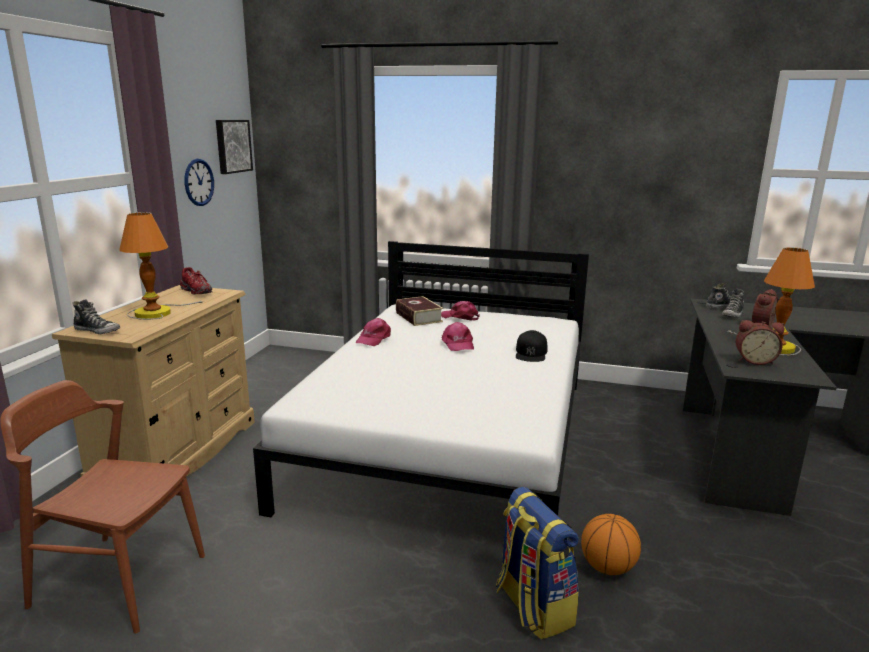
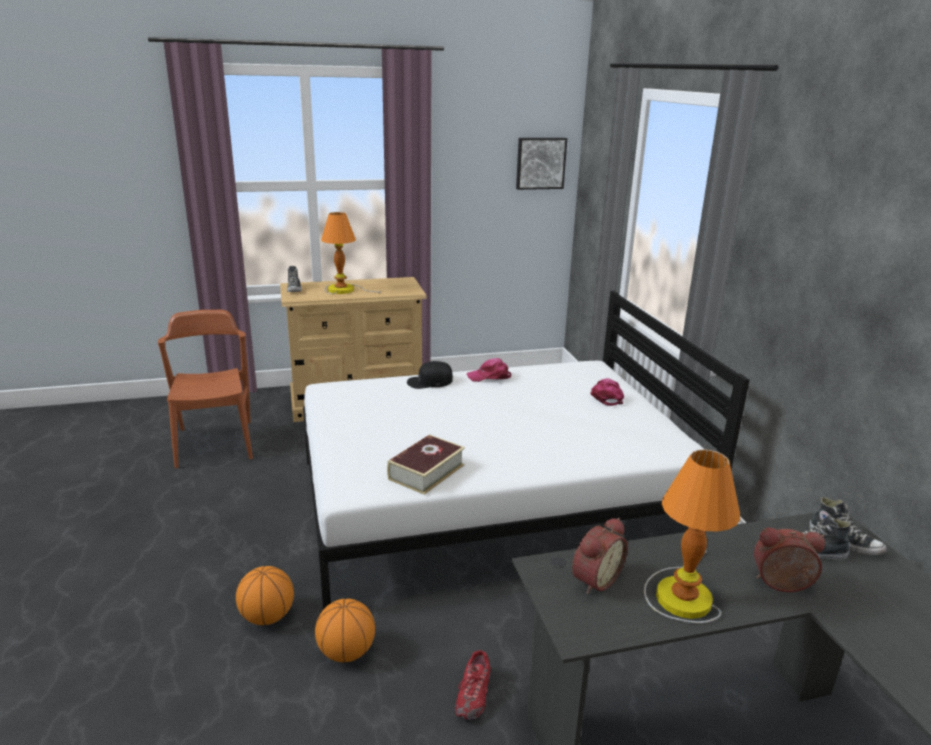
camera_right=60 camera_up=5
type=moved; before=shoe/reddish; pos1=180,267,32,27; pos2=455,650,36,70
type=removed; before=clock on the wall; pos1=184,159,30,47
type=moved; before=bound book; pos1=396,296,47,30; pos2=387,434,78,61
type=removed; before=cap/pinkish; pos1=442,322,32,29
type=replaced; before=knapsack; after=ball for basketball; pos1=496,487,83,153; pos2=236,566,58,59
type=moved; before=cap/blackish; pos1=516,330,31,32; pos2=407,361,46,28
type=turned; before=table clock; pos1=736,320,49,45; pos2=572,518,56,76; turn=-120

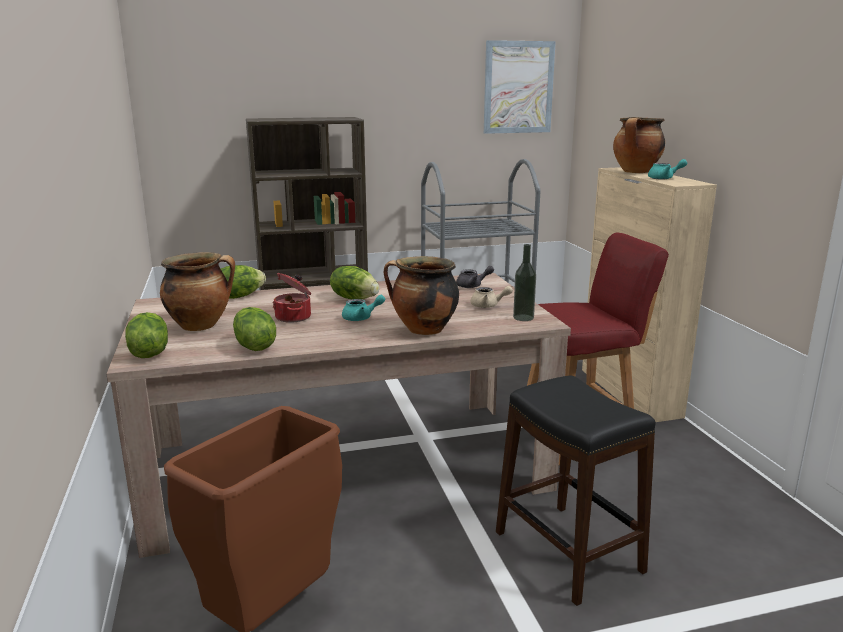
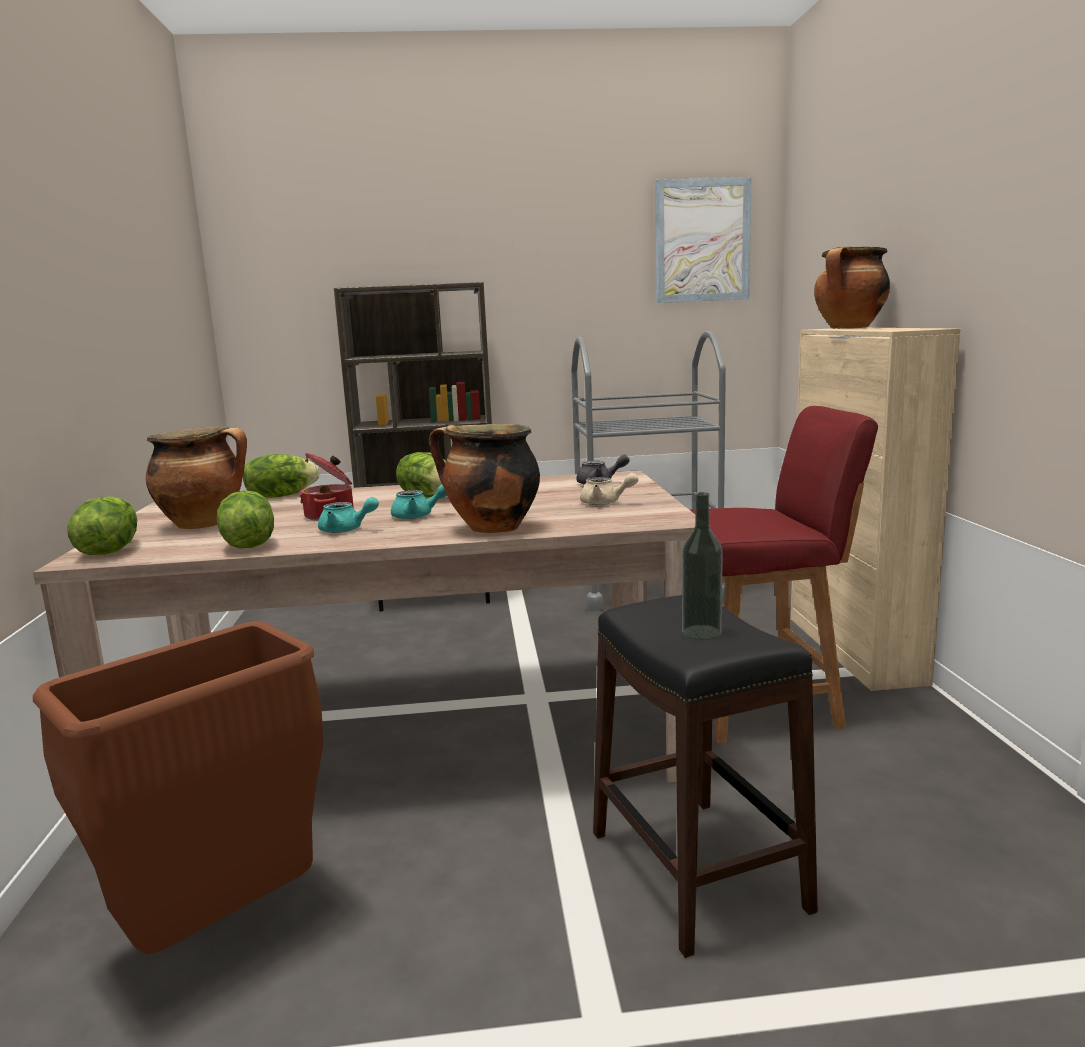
camera_right=10 camera_up=-5
type=moved; before=drink bottle; pos1=513,244,23,77; pos2=682,492,41,148
type=moved; before=teapot/blue-green; pos1=648,159,39,20; pos2=318,497,61,36

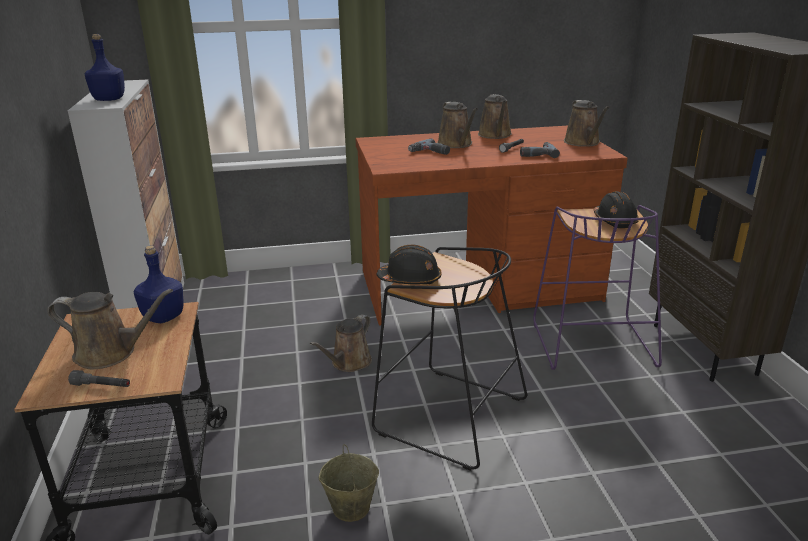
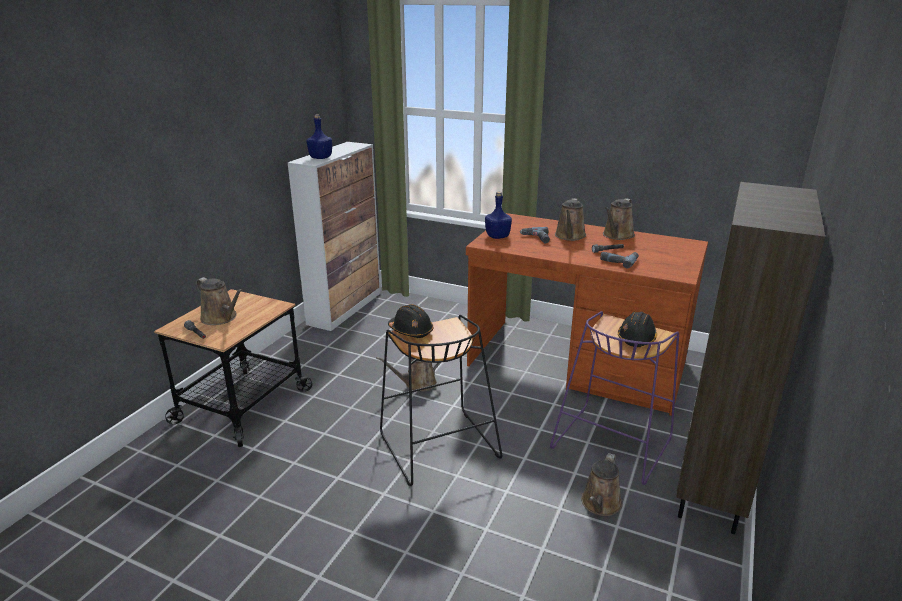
camera_right=35 camera_up=0
type=moved; before=drink bottle/blue; pos1=134,246,50,77; pos2=485,192,27,47
type=removed; before=bucket/beige; pos1=319,444,60,78
type=moved; before=watering pot/brown-coloured; pos1=564,100,45,47; pos2=581,453,42,63

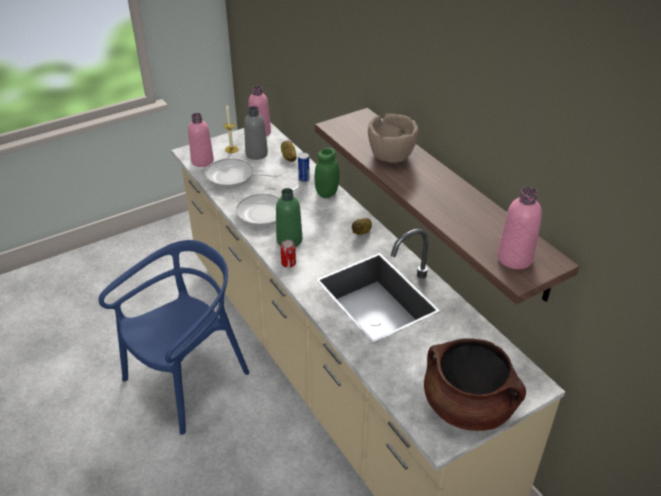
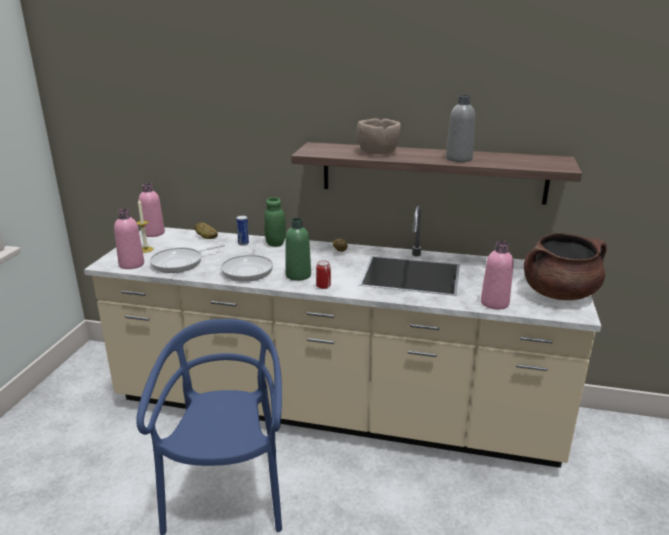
camera_right=-45 camera_up=-15
type=moved; before=drink bottle/grey; pos1=244,106,24,54; pos2=446,95,29,67
type=moved; before=drink bottle/pinkish; pos1=497,187,45,82; pos2=481,241,33,68

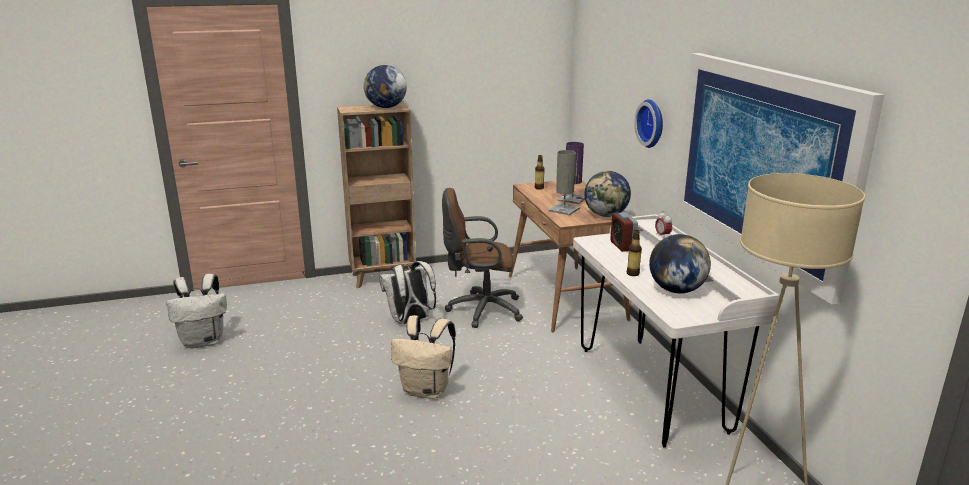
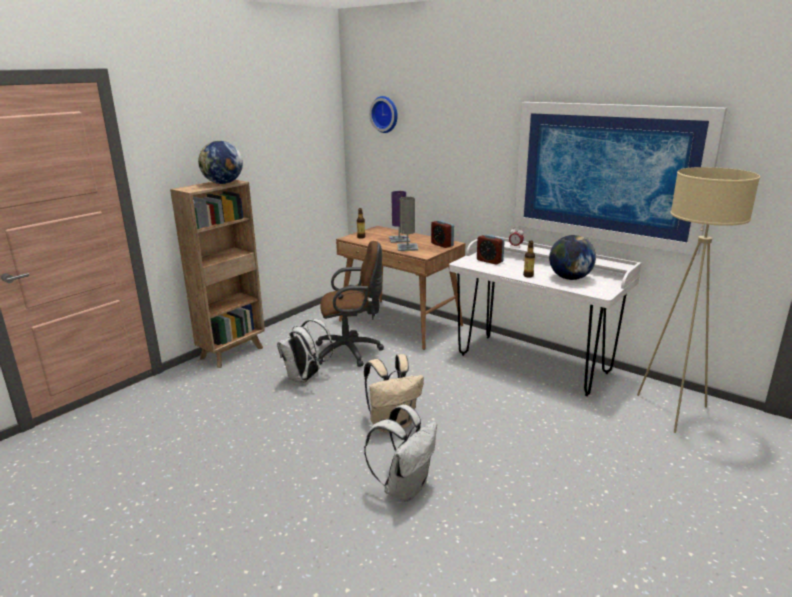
camera_right=-35 camera_up=0
type=moved; before=knapsack/white; pos1=166,274,61,74; pos2=364,404,73,98
type=turned; before=desk chair/brown-coloured; pos1=442,188,81,140; pos2=315,241,69,126; turn=-150
type=replaced; before=desk globe; after=table clock; pos1=584,171,47,46; pos2=431,220,23,28
type=moved; before=clock on the wall; pos1=634,99,29,49; pos2=369,96,29,37

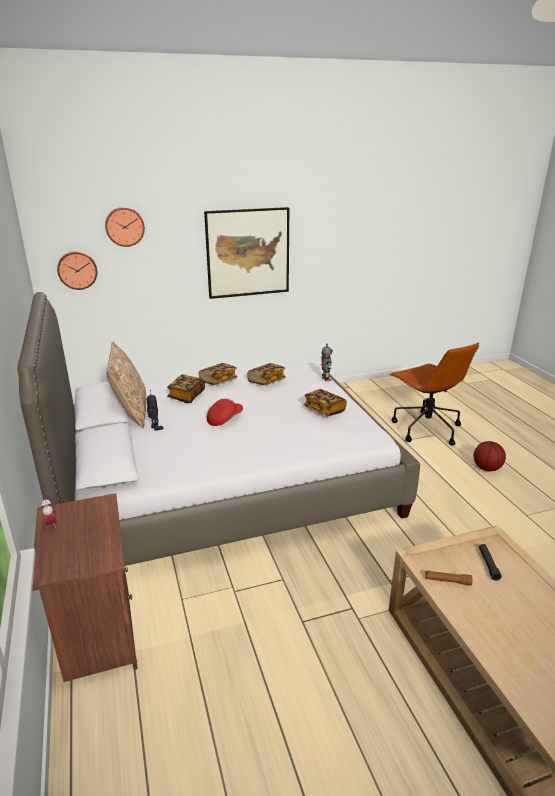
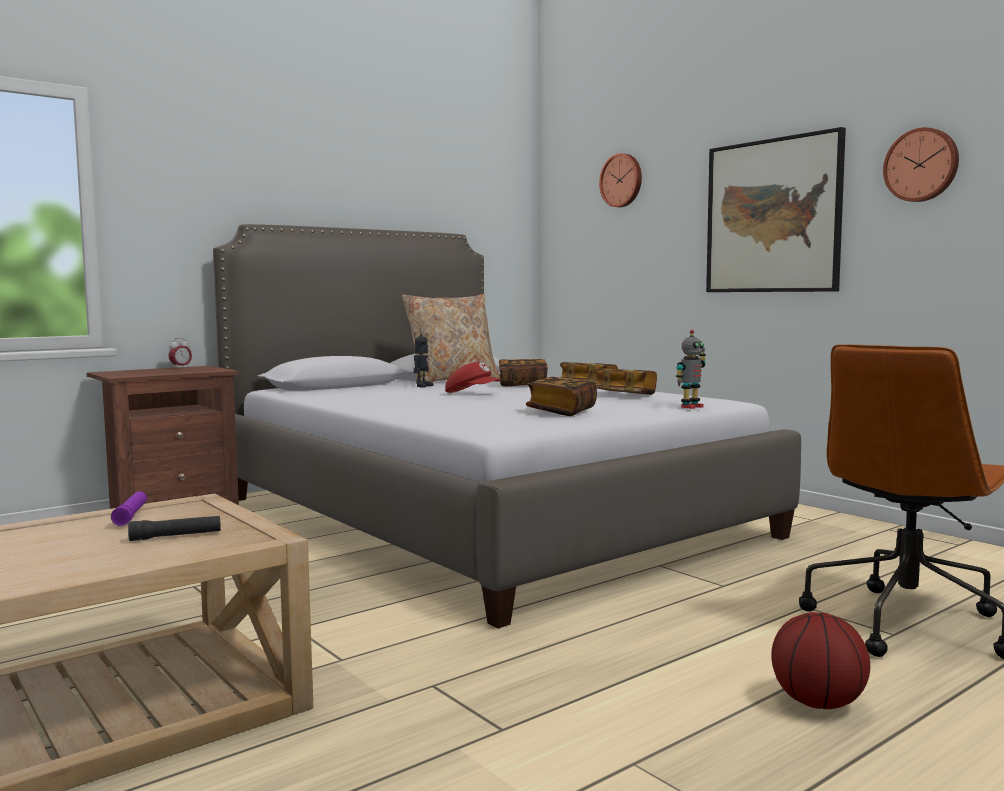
camera_right=70 camera_up=-20
type=moved; before=clock on the wall; pos1=57,251,40,39; pos2=883,127,76,75
type=recoloured; before=hand torch/brown-coloured; after=hand torch/purplish; pos1=425,571,47,15; pos2=111,491,36,35

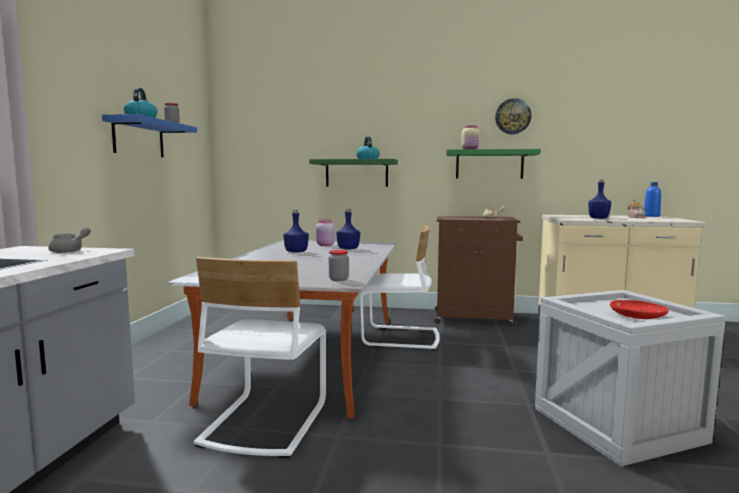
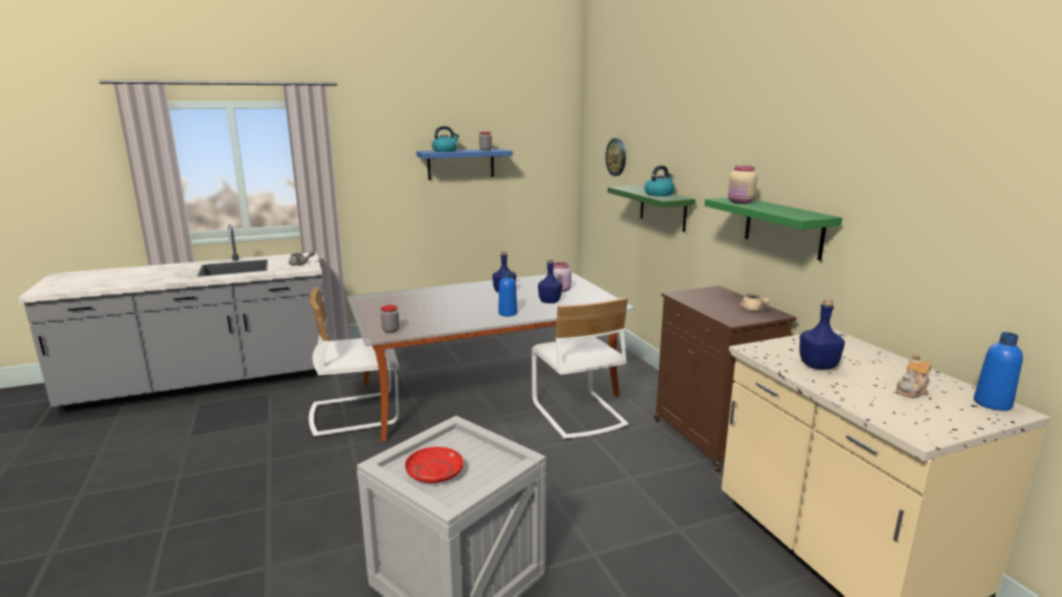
camera_right=60 camera_up=10
type=moved; before=clock on the wall; pos1=495,98,37,36; pos2=605,138,21,38
type=added; after=drink bottle/blue; pos2=498,271,19,45

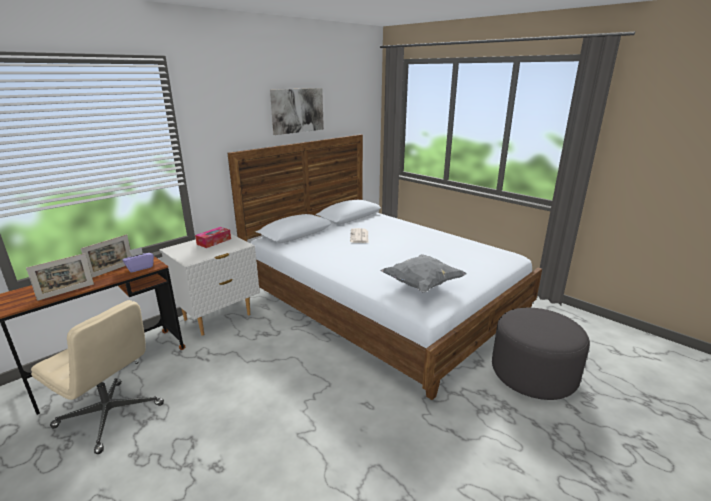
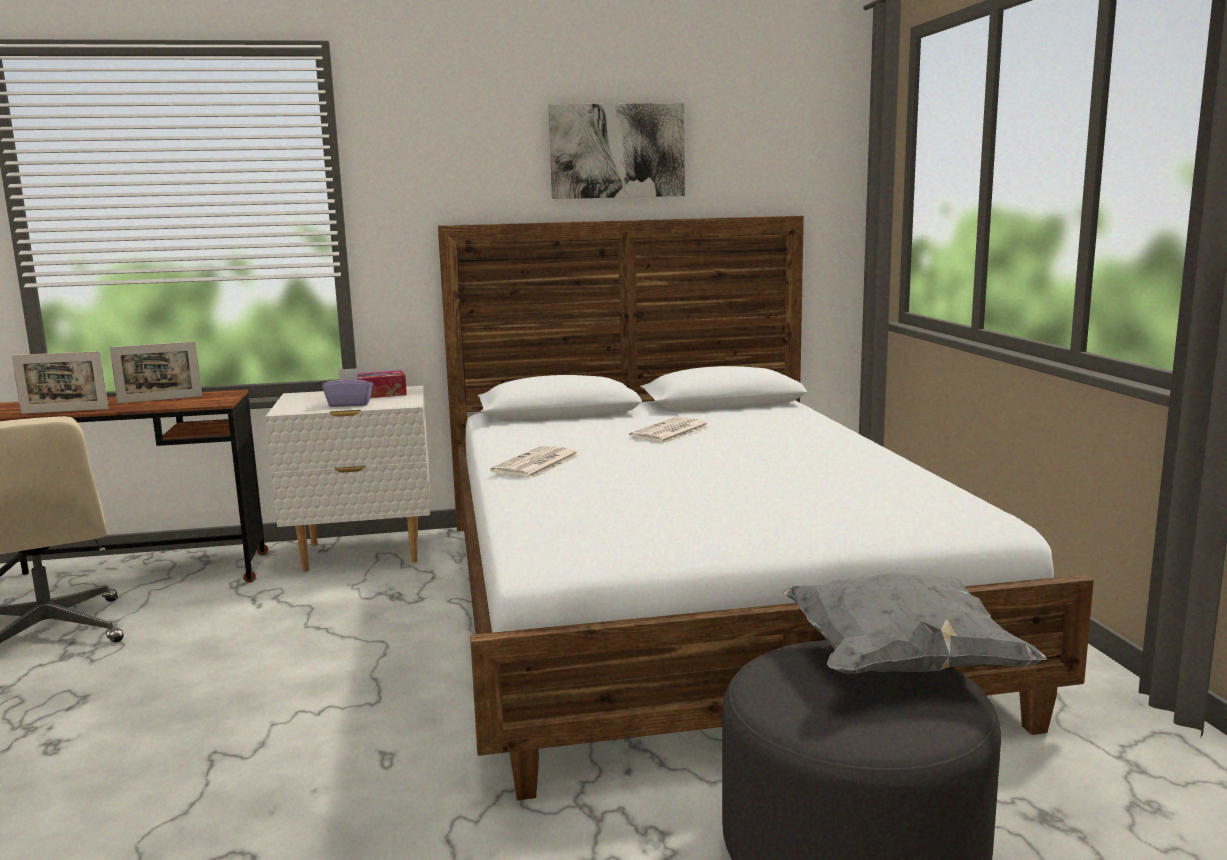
camera_right=35 camera_up=-10
type=moved; before=tissue box/purplish; pos1=122,247,32,25; pos2=322,368,51,39
type=moved; before=pillow/grey; pos1=380,254,87,39; pos2=782,573,265,101
type=added; after=newspaper; pos2=490,446,90,32

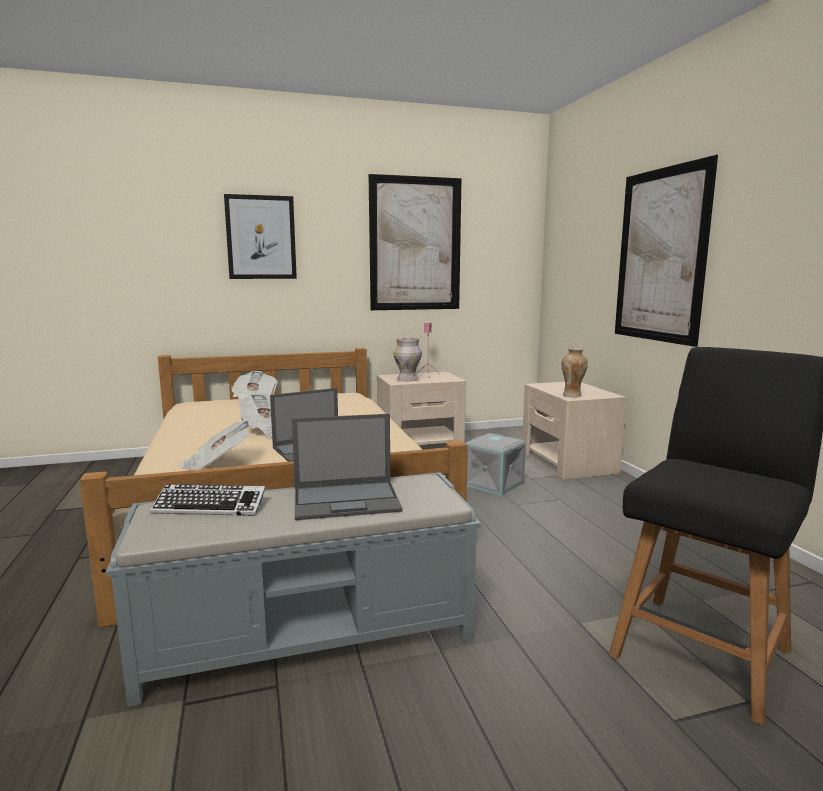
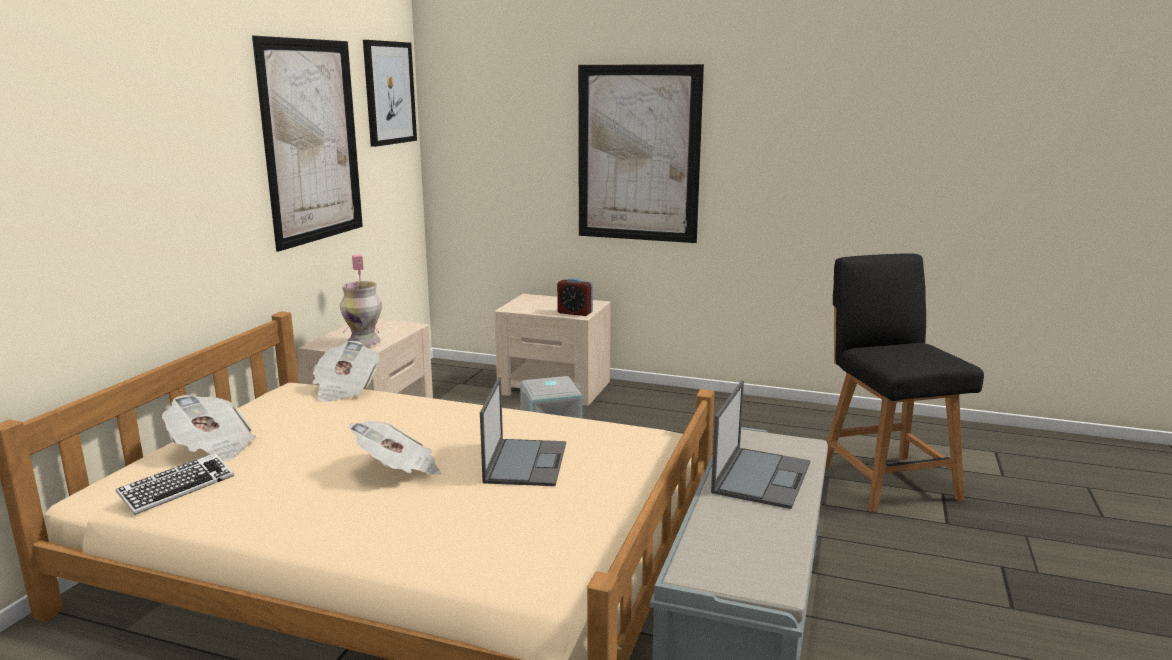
camera_right=-55 camera_up=5
type=moved; before=computer keyboard; pos1=150,484,116,32; pos2=116,453,118,62
type=moved; before=newspaper; pos1=179,420,74,50; pos2=312,341,68,61
type=moved; before=wall picture; pos1=224,194,73,85; pos2=363,40,54,107
type=replaced; before=flower vase; after=table clock; pos1=562,348,26,50; pos2=557,278,36,38

